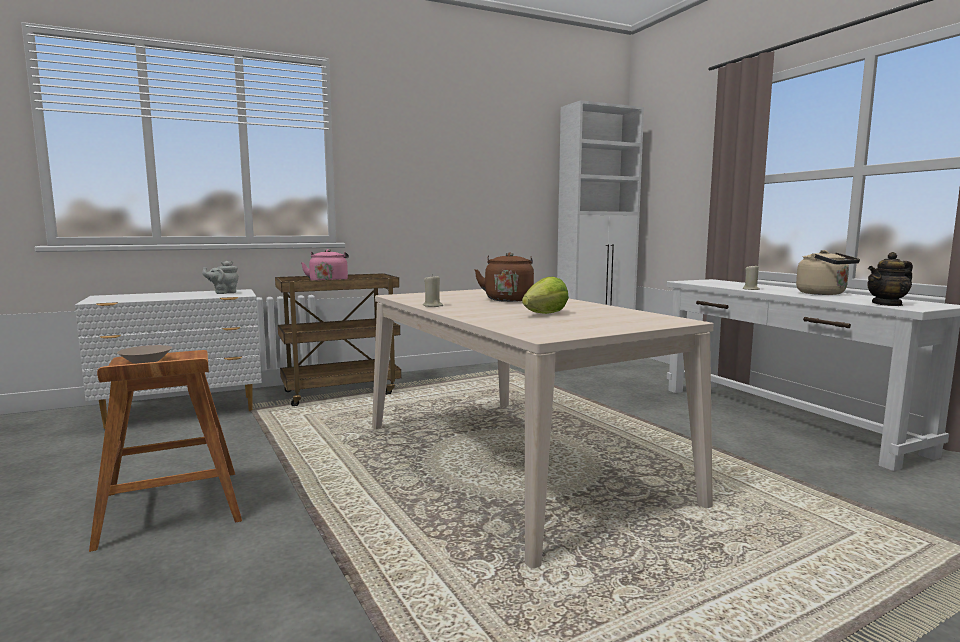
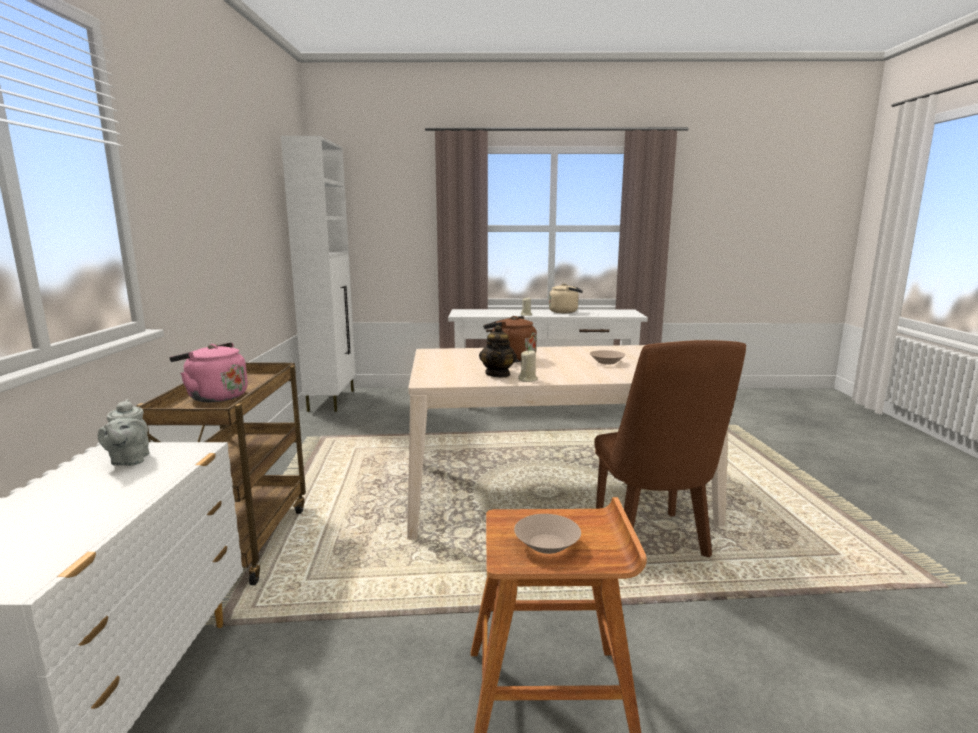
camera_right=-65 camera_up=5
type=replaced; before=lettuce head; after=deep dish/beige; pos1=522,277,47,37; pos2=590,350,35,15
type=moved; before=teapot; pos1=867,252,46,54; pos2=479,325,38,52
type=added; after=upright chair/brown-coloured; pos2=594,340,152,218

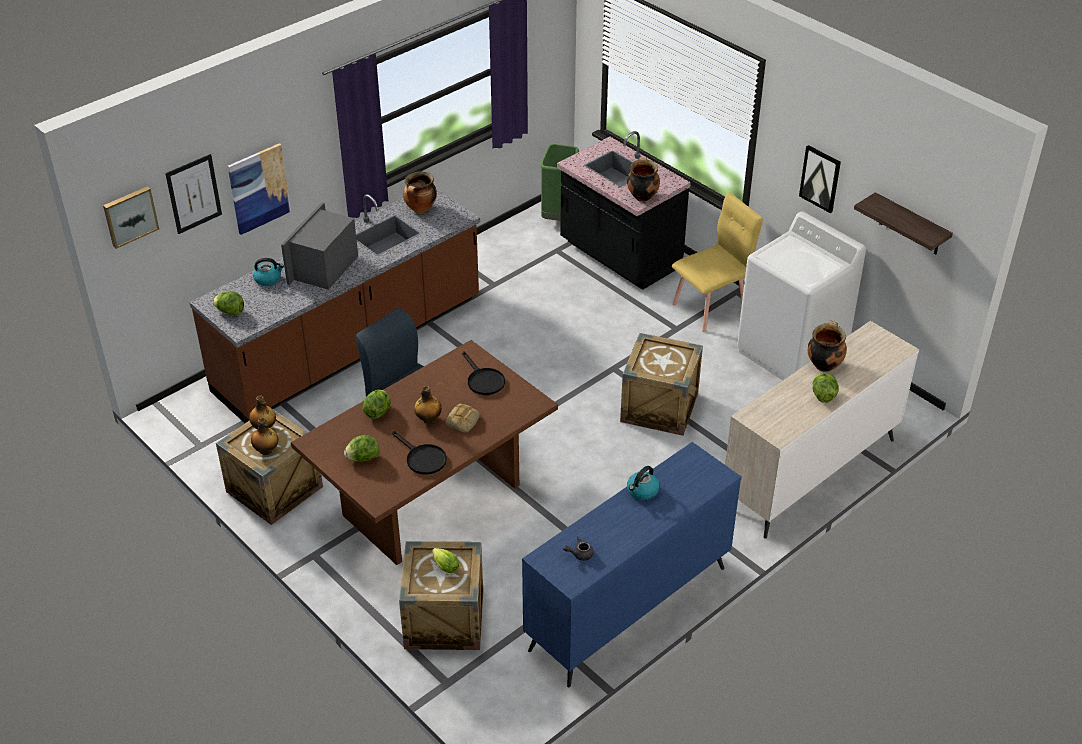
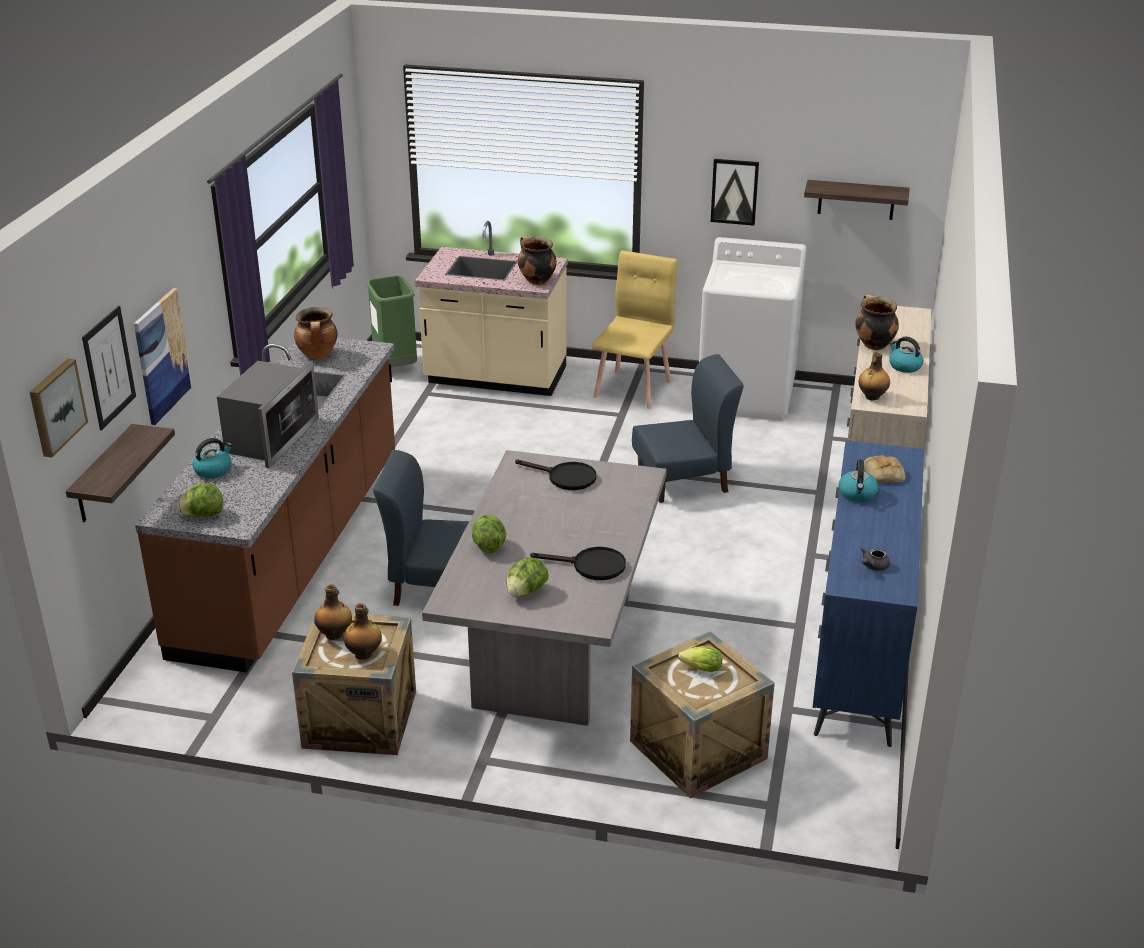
camera_right=-35 camera_up=-10
type=turned; before=microwave; pos1=281,202,77,88; pos2=217,361,102,107; turn=-150
type=recoloured; before=dinner table/brown-coloured; after=dinner table/grey; pos1=291,340,267,225; pos2=422,450,245,276
type=moved; before=drink bottle; pos1=414,386,28,37; pos2=859,352,31,48
type=moved; before=baked bread; pos1=445,404,35,28; pos2=864,455,41,28
type=recoloured; before=kitchen counter/blackish; after=kitchen counter/beige; pos1=557,131,134,159; pos2=415,221,153,175
type=replaced; before=shipping crate; after=upright chair/blue; pos1=620,333,83,103; pos2=632,354,111,149
type=replaced; before=lettuce head; after=kettle; pos1=813,373,26,30; pos2=889,337,35,36
type=added; after=bracket shelf; pos2=66,424,109,98

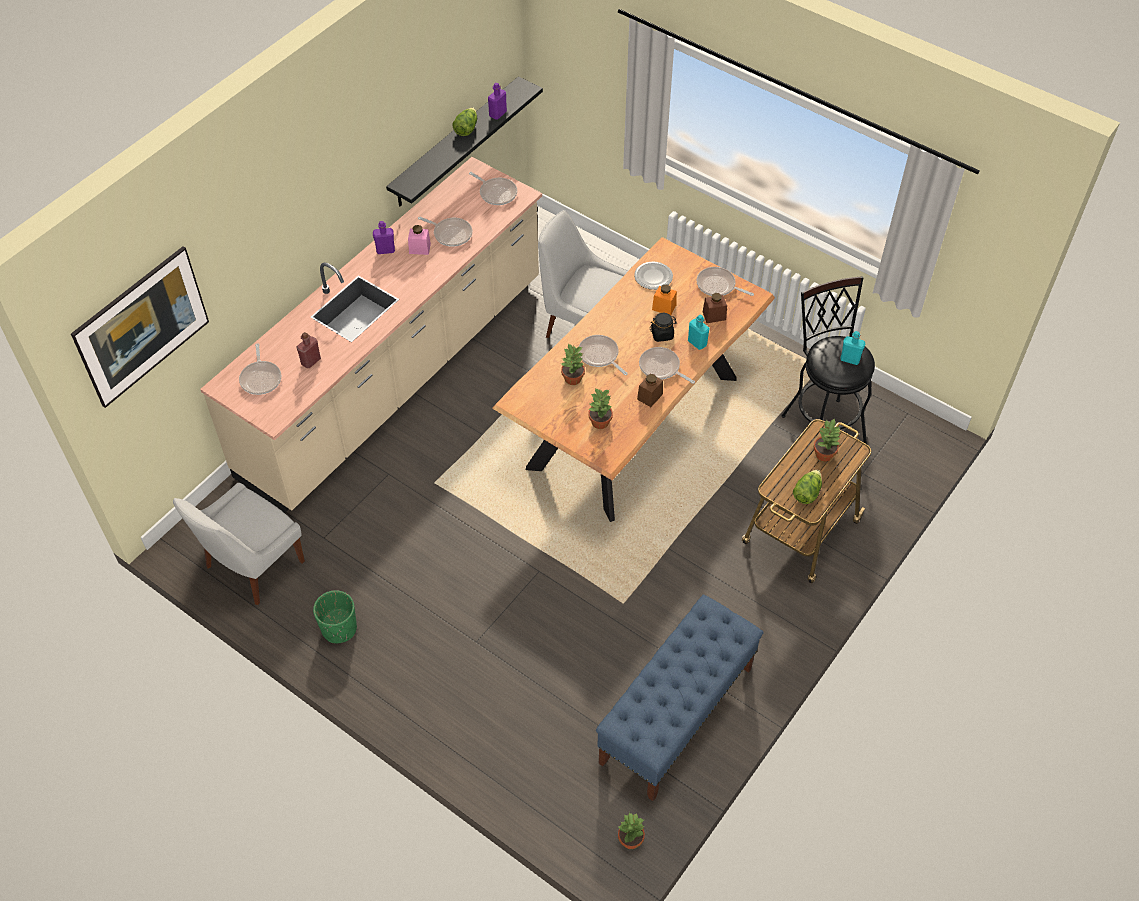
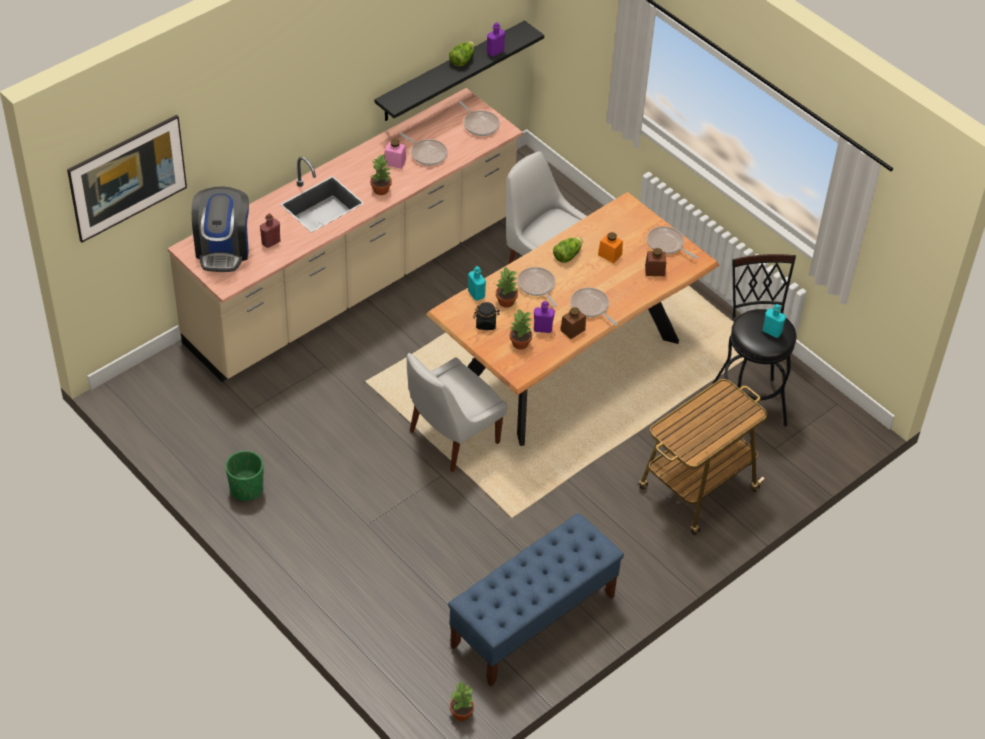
camera_right=10 camera_up=-5
type=moved; before=upright chair/white; pos1=173,483,132,122; pos2=407,353,100,119
type=replaced; before=pan; after=coffee machine; pos1=239,343,42,52; pos2=192,186,57,86
type=moved; before=drink bottle/purplish; pos1=373,221,22,33; pos2=534,301,21,32
type=removed; before=flat dish; pos1=634,262,39,28
type=moved; before=jar/blackish; pos1=650,313,27,29; pos2=473,302,27,28
type=moved; before=drink bottle/blue-green; pos1=688,315,21,35; pos2=468,266,18,35
type=moved; before=lettuce head; pos1=793,470,29,34; pos2=553,237,30,26
type=moved; before=potted plant; pos1=814,418,27,44; pos2=370,154,22,41

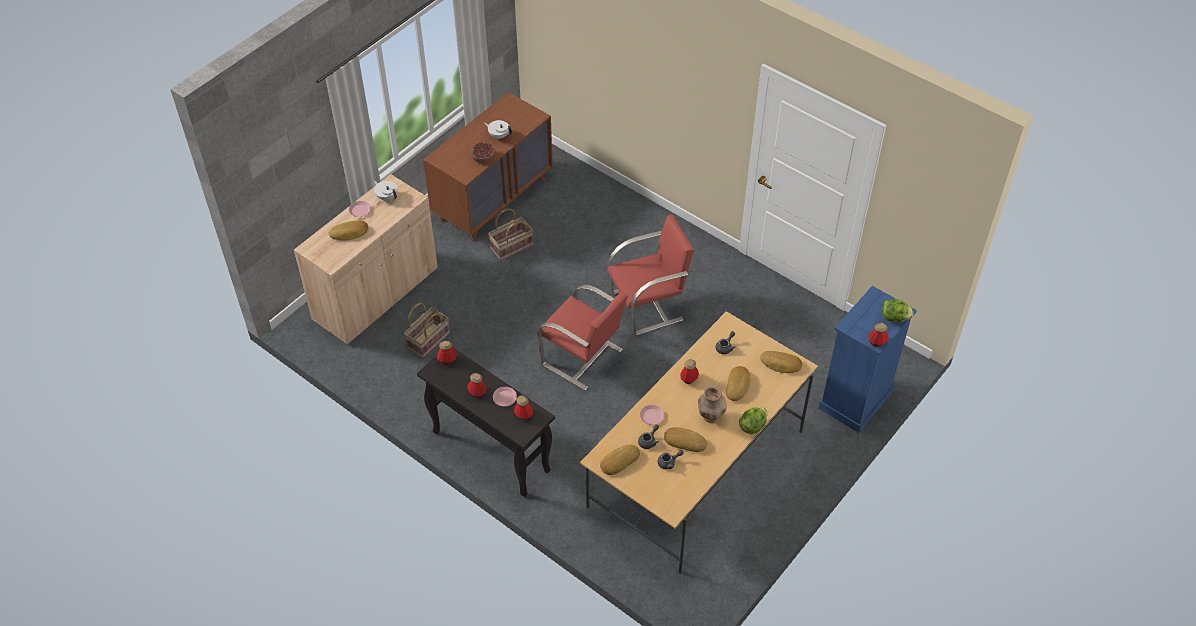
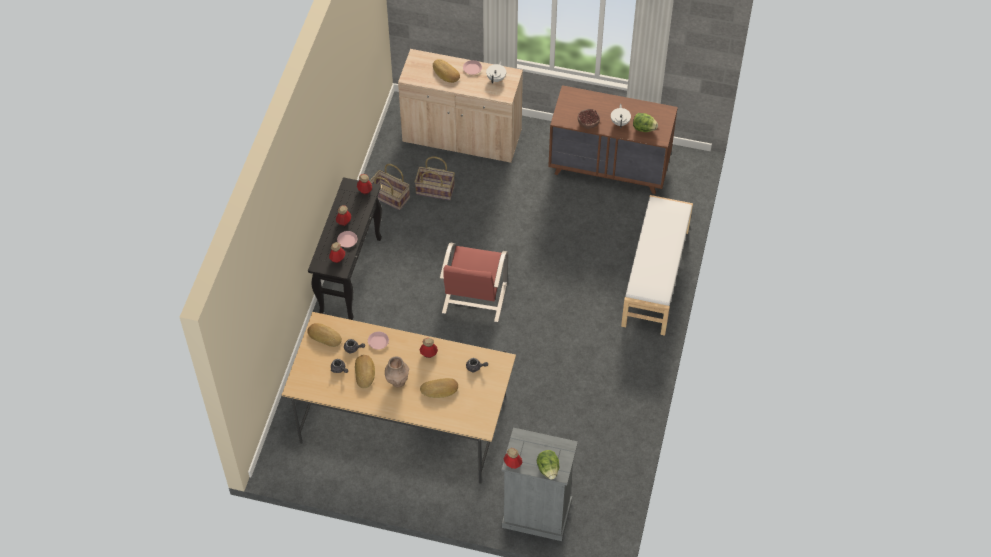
camera_right=65 camera_up=5
type=moved; before=storage basket; pos1=488,208,45,53; pos2=370,164,40,46
type=removed; before=upright chair/reddish; pos1=607,215,87,120
type=moved; before=lettuce head; pos1=739,407,28,27; pos2=633,113,25,19
type=removed; before=baked bread; pos1=760,351,42,22
type=recoloured; before=dresser/blue; after=dresser/grey; pos1=818,286,99,147; pos2=502,428,76,113
type=added; after=indoor bench/white; pos2=621,195,72,141

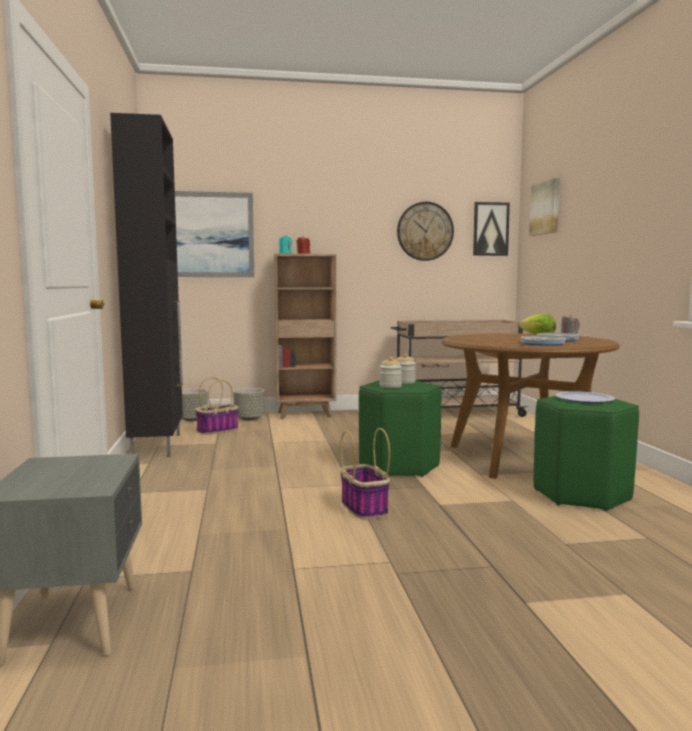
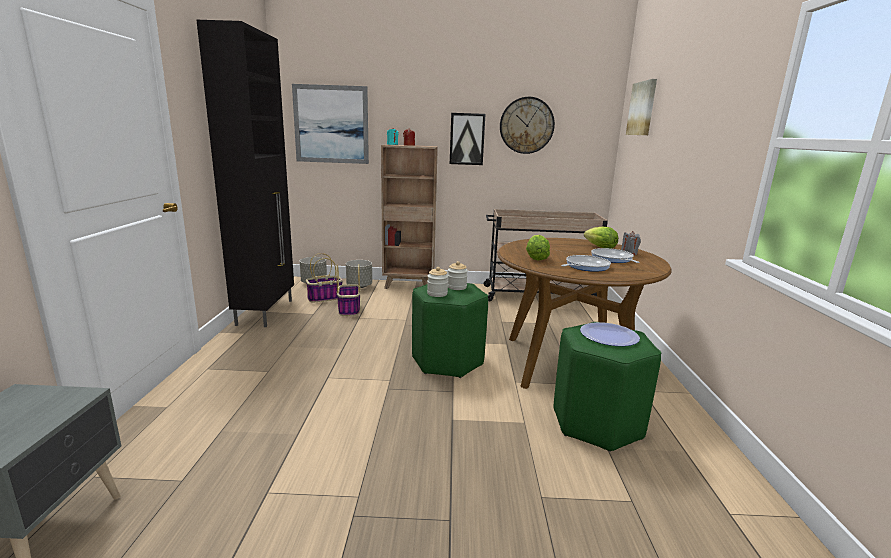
camera_right=10 camera_up=10
type=moved; before=storage basket; pos1=340,428,50,91; pos2=336,264,25,52
type=moved; before=wall picture; pos1=473,202,37,54; pos2=450,113,35,52
type=added; after=lettuce head; pos2=526,235,24,26

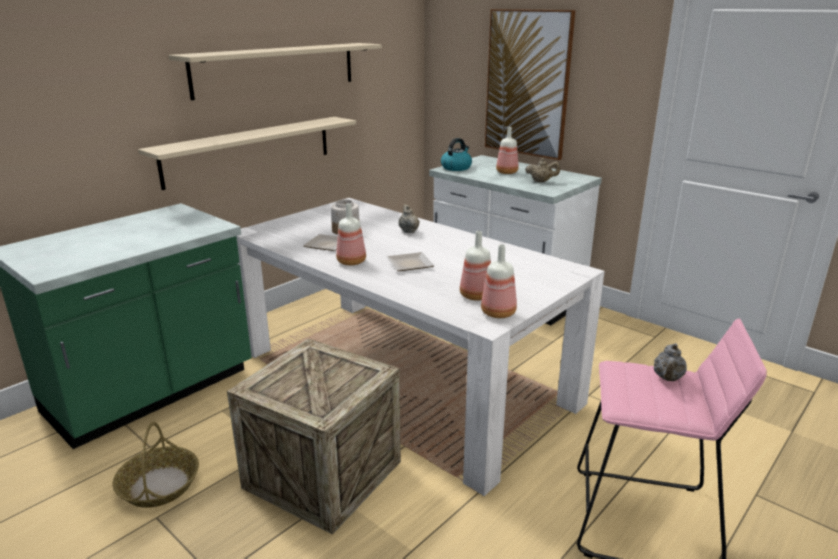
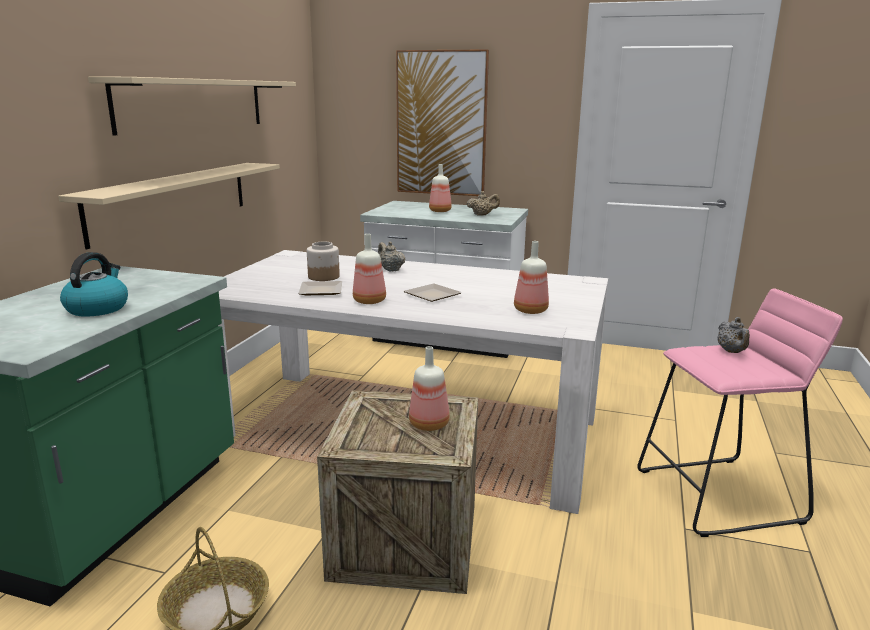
camera_right=-25 camera_up=-5
type=moved; before=kettle; pos1=441,138,31,33; pos2=60,252,68,65
type=moved; before=drink bottle; pos1=481,244,36,74; pos2=409,346,41,85

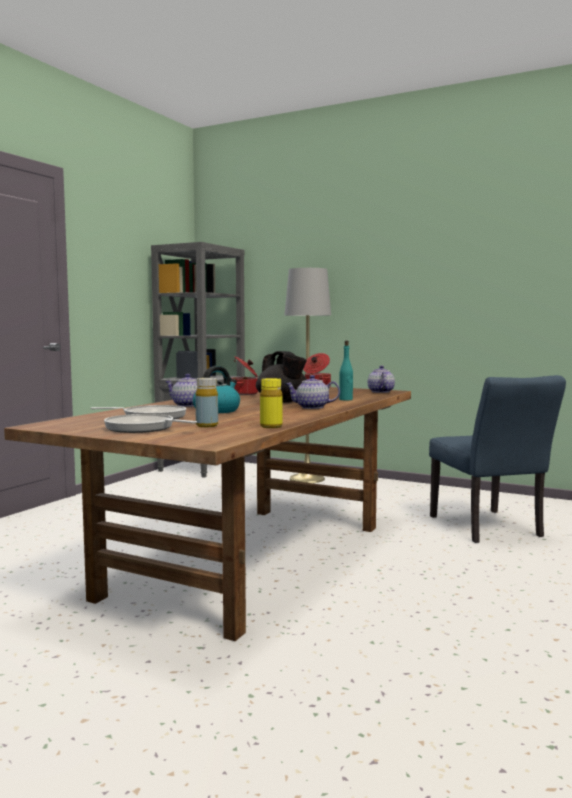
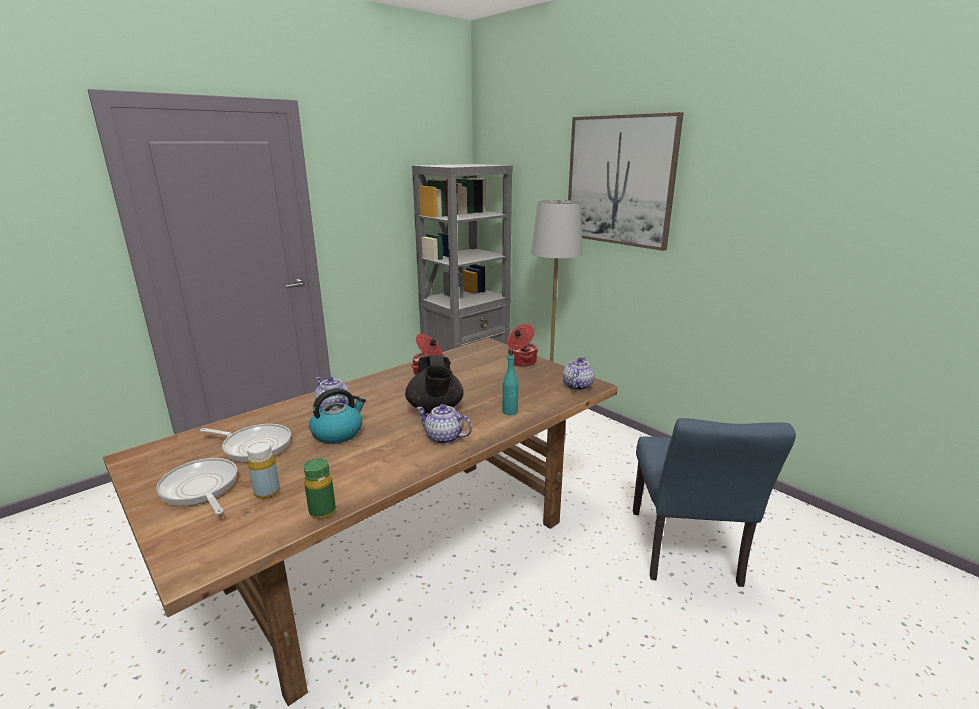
camera_right=20 camera_up=15
type=recoloured; before=drink bottle/yellowish; after=drink bottle/green; pos1=260,378,23,50; pos2=304,458,32,61
type=added; after=wall picture; pos2=568,112,116,139

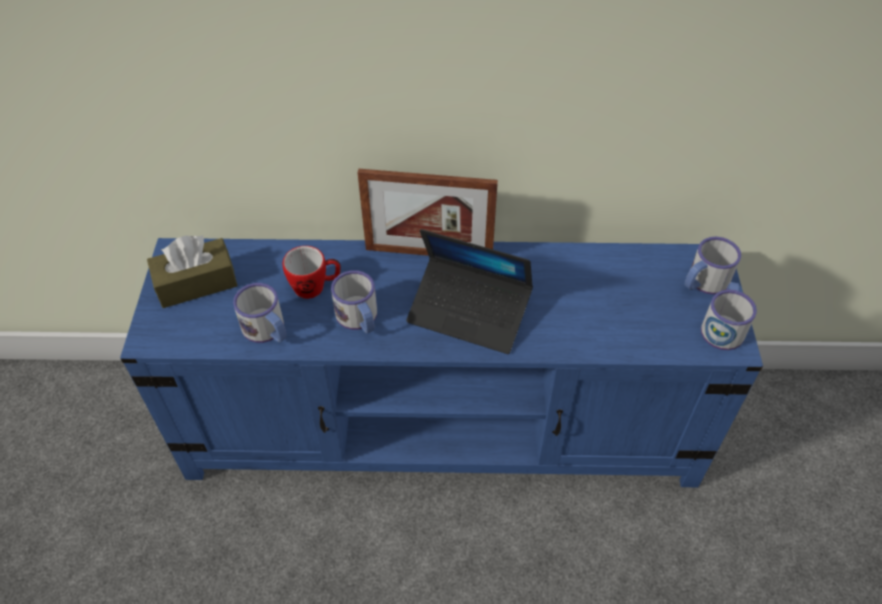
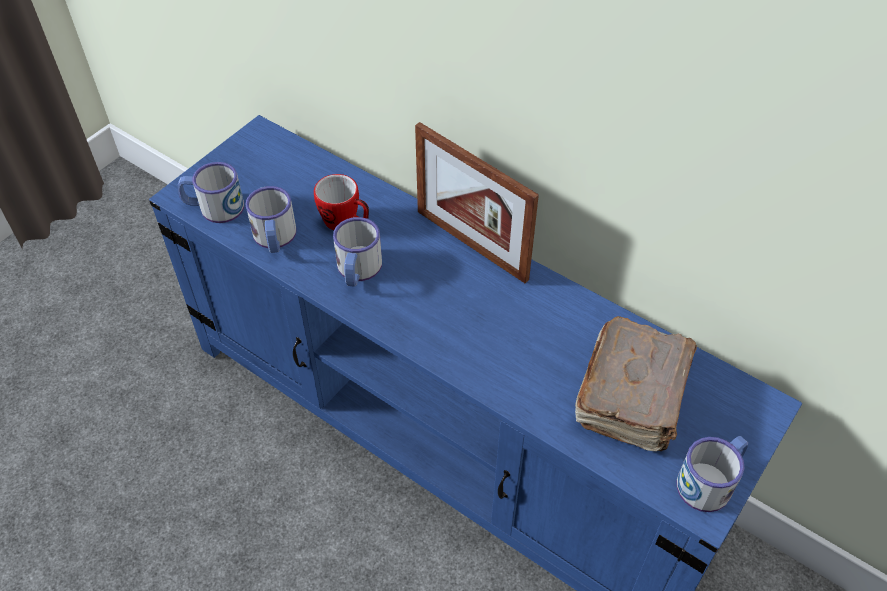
camera_right=35 camera_up=0
type=removed; before=tissue box/brown-coloured; pos1=147,235,91,73
type=removed; before=notebook computer; pos1=406,229,127,125
type=moved; before=coffee mug; pos1=685,236,56,58; pos2=178,162,66,61
type=added; after=bound book/brown-coloured; pos2=575,316,122,135

